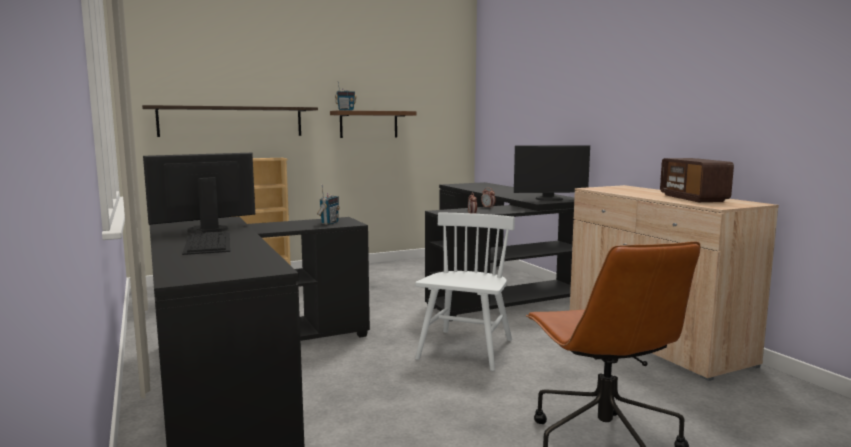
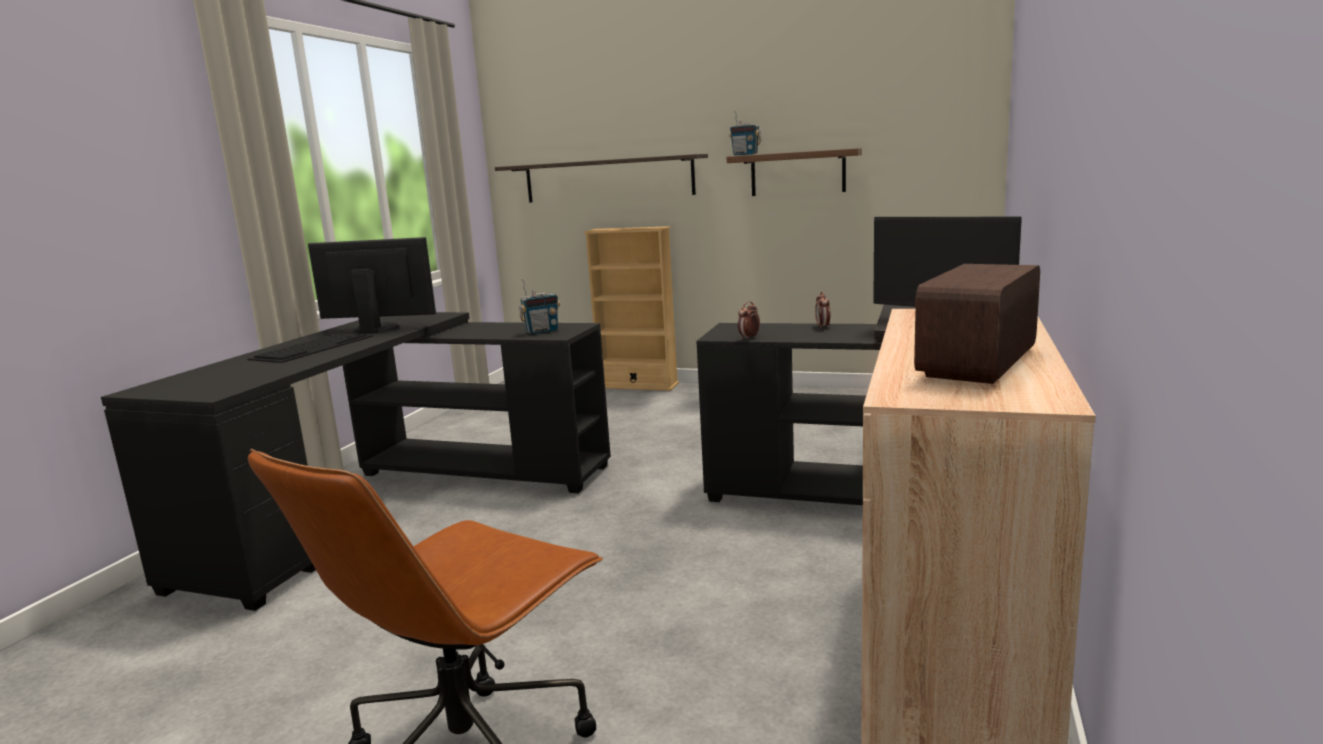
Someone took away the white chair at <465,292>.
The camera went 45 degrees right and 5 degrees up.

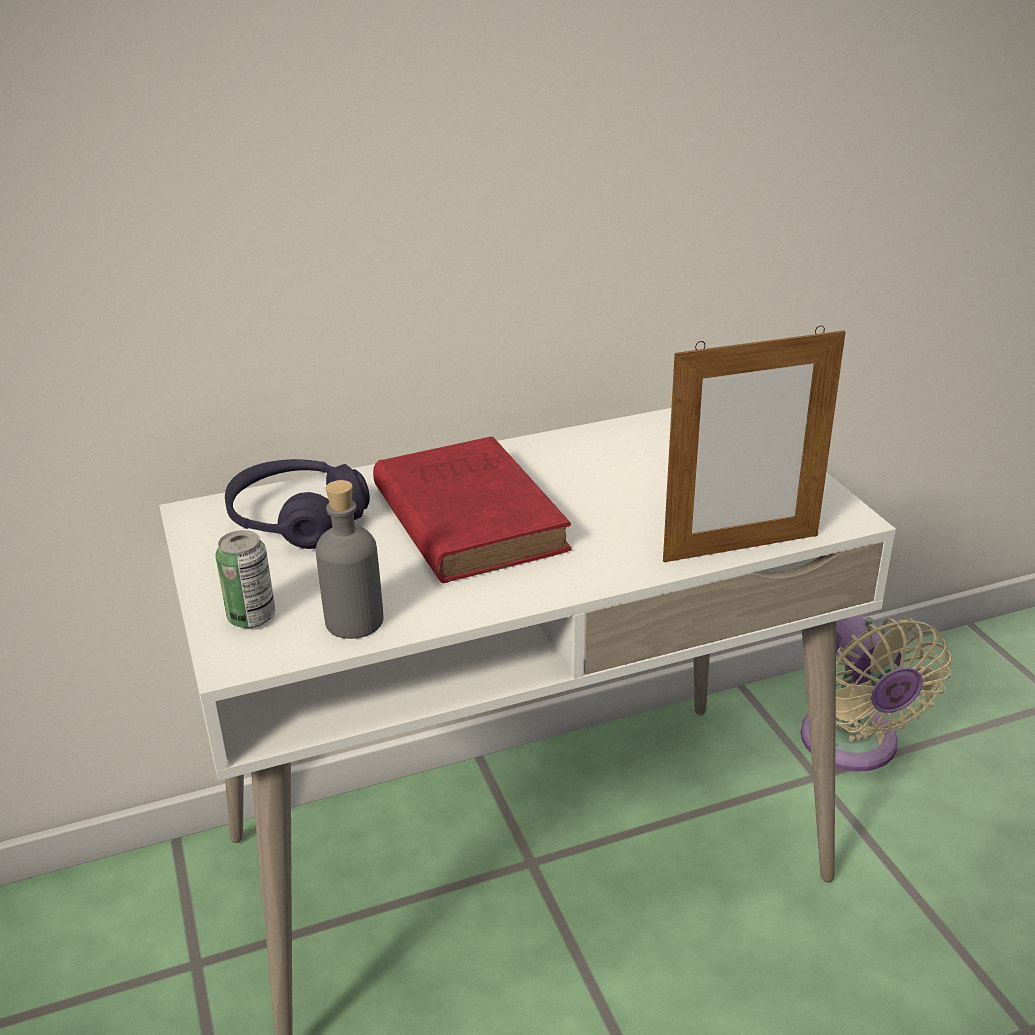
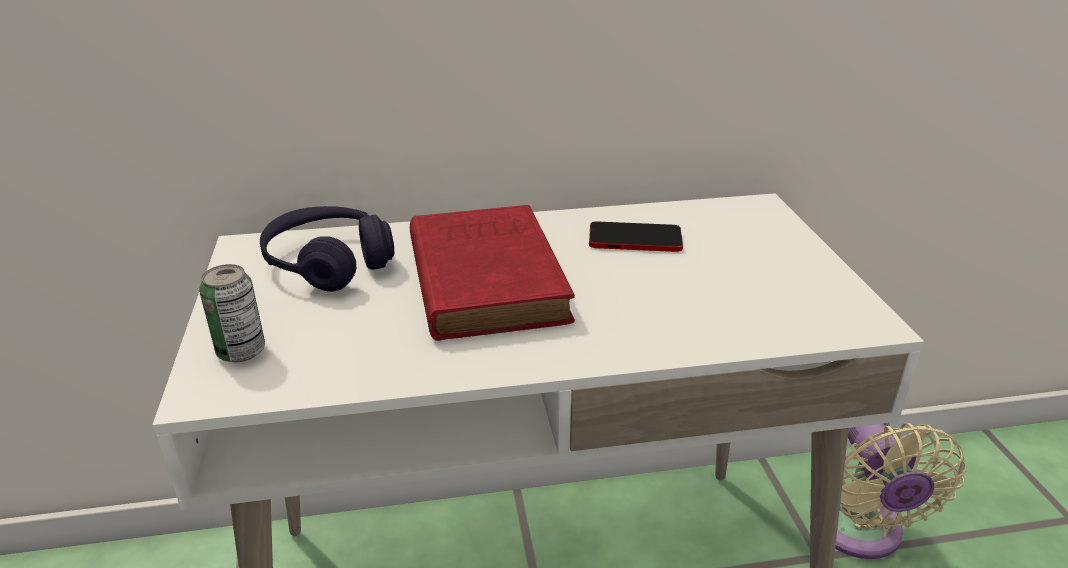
Someone took away the grey bottle at <350,559>.
Someone took away the picture frame at <754,443>.
Someone put down the phone at <636,237>.
The camera went 10 degrees right and 0 degrees up.

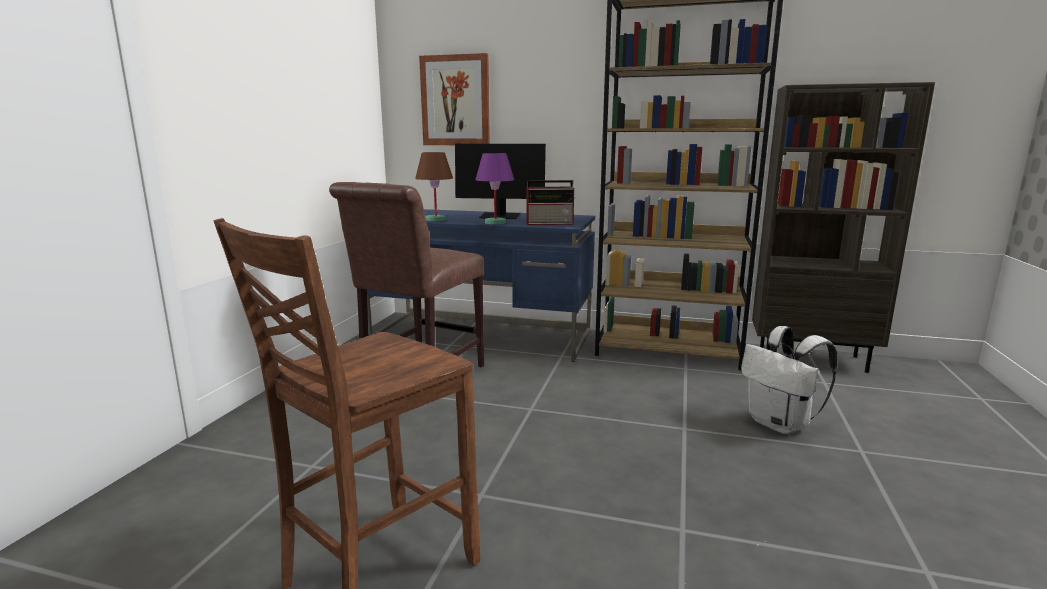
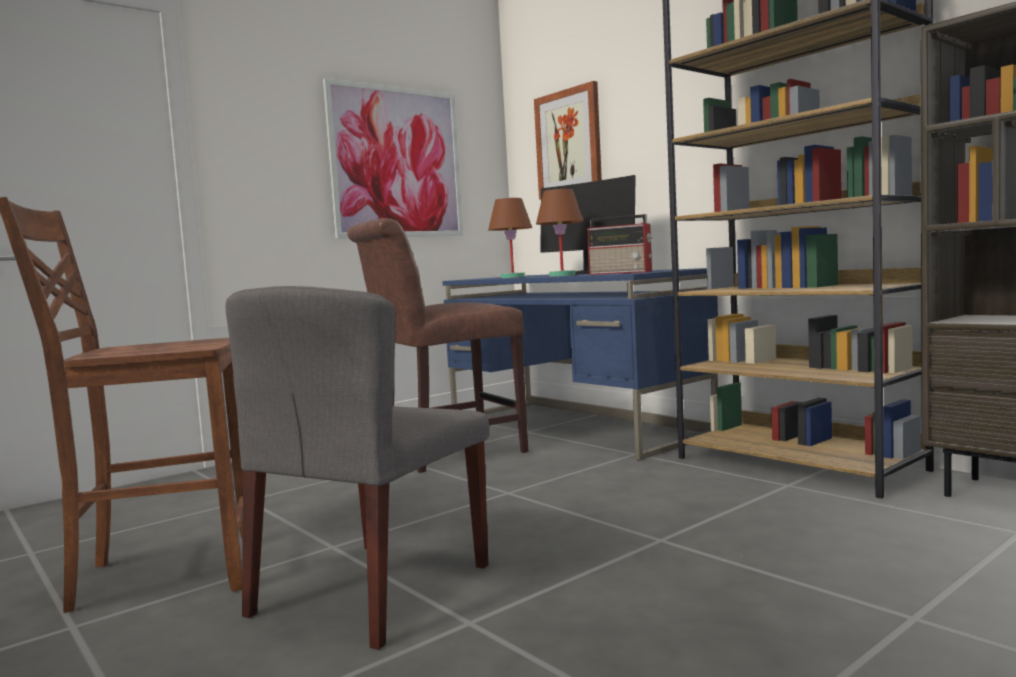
Someone took away the white backpack at <789,380>.
Someone put down the grey chair at <357,468>.
Someone put up the picture at <393,158>.
Someone repainted the purple table lamp at <494,188>, which became the brown table lamp at <560,232>.
The camera went 35 degrees right and 10 degrees down.

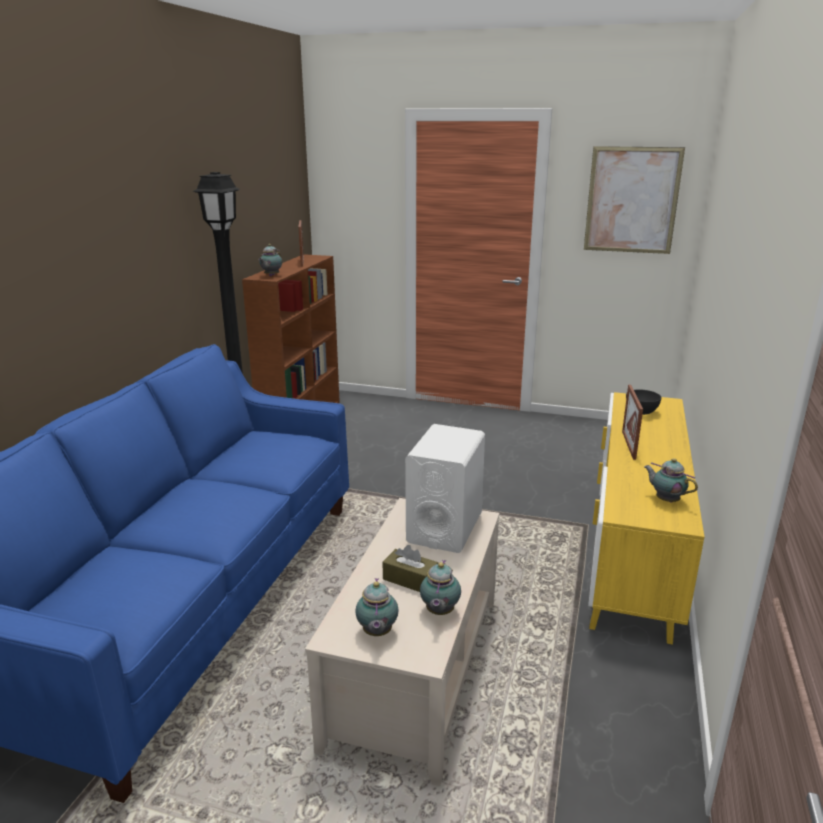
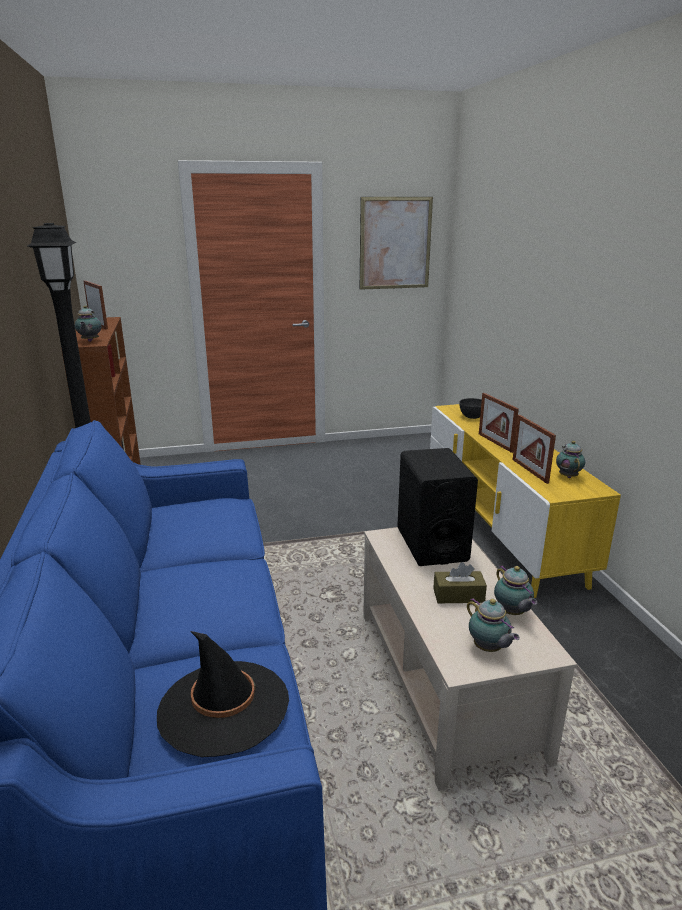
Someone put down the black hat at <223,694>.
Someone put down the picture frame at <534,449>.
Someone repainted the white speaker at <445,488>, which became the black speaker at <437,507>.
Someone rotated the teapot at <671,480> by 75 degrees clockwise.
The camera went 30 degrees left and 0 degrees up.

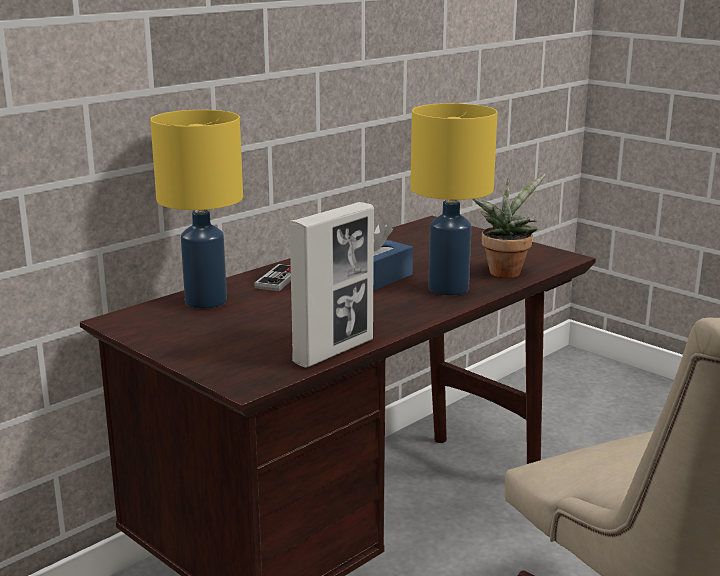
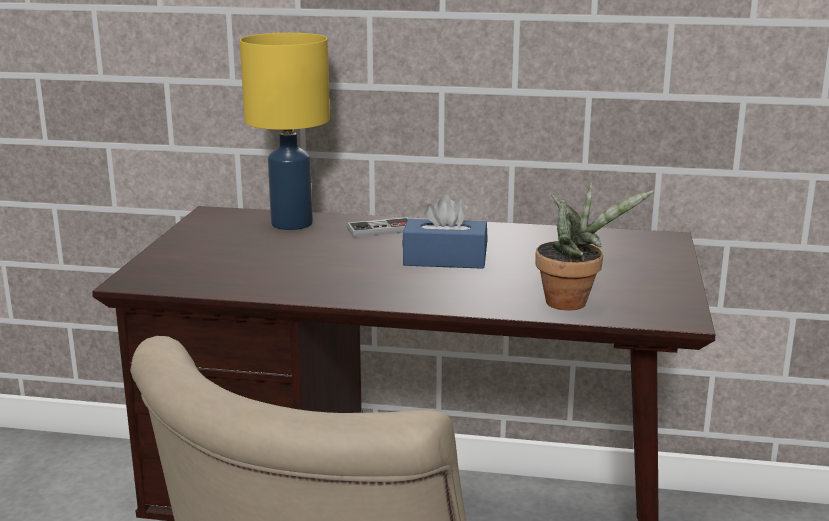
Someone took away the picture frame at <331,285>.
Someone took away the yellow table lamp at <453,199>.
The camera went 55 degrees right and 0 degrees up.

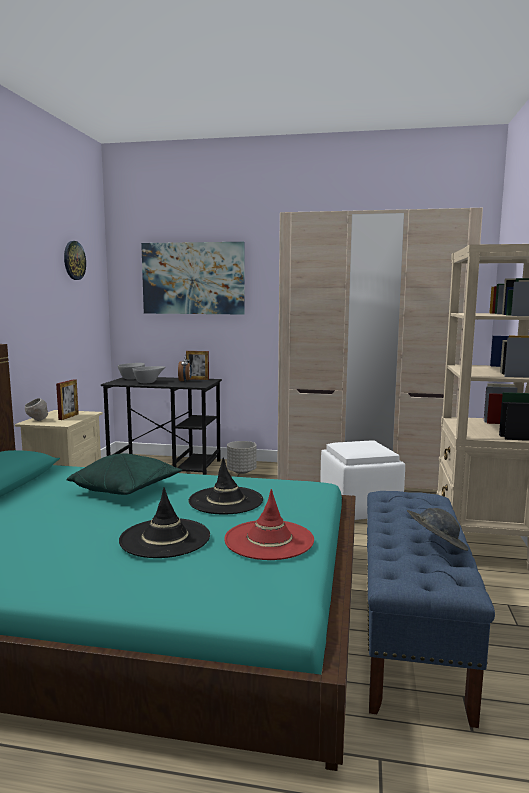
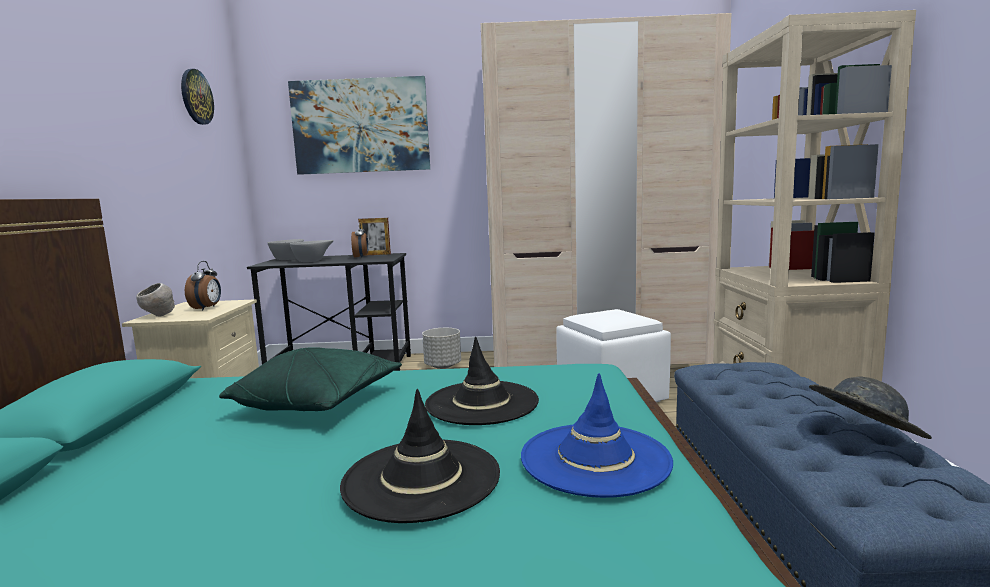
Someone swapped the picture frame at <67,399> for the alarm clock at <203,285>.
Someone repainted the red hat at <269,524>, which became the blue hat at <597,435>.
The camera went 10 degrees left and 0 degrees up.

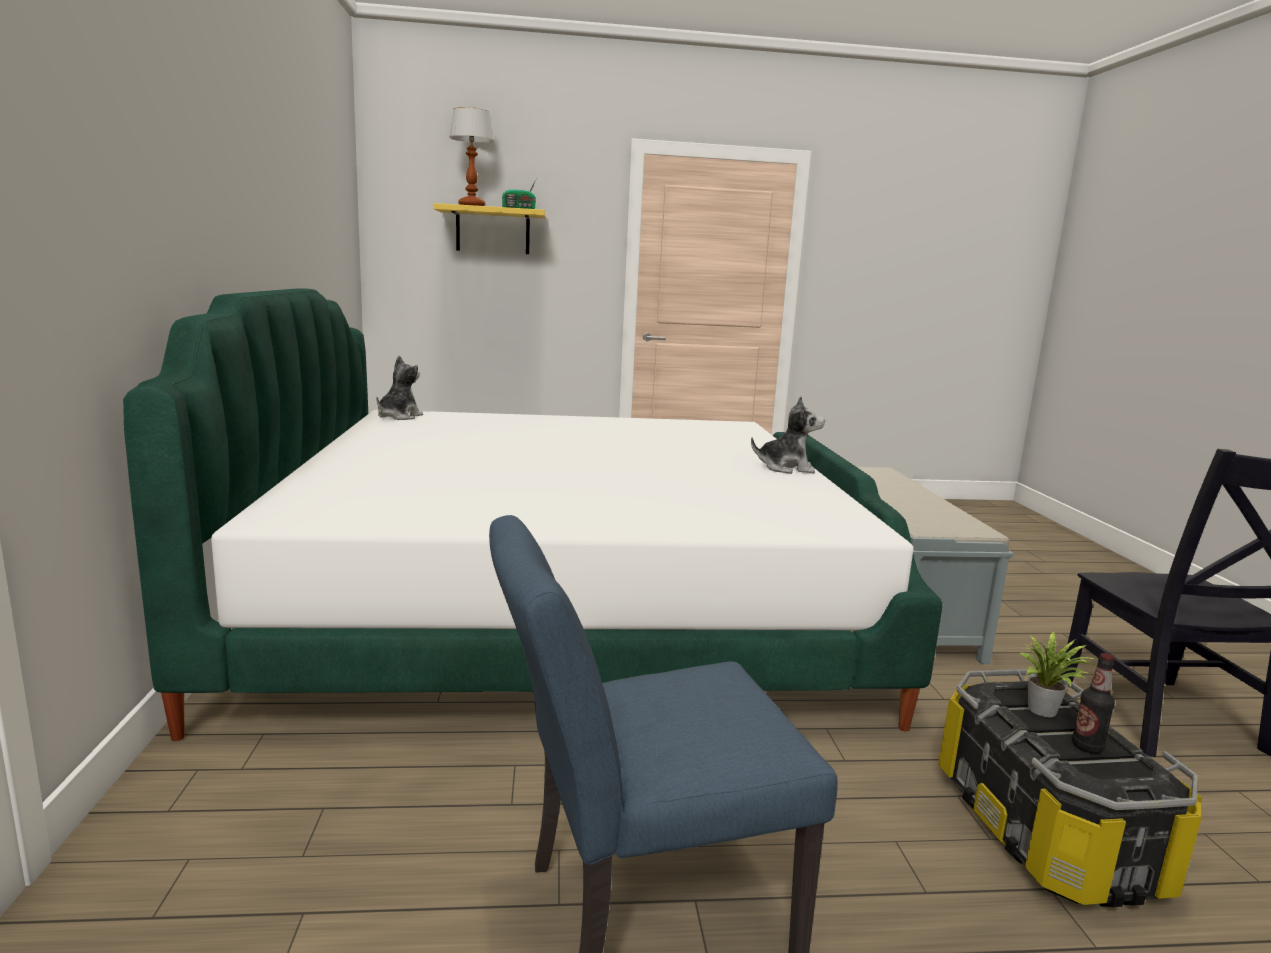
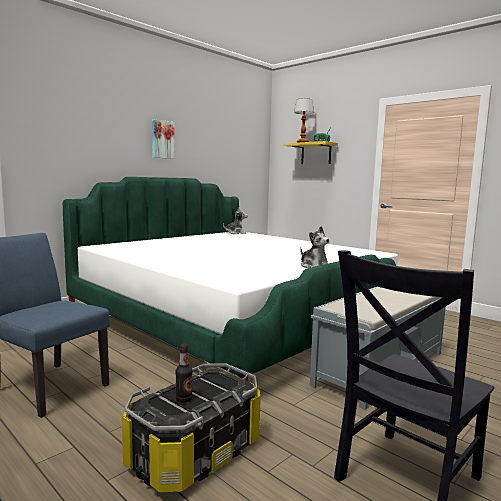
Someone took away the potted plant at <1057,674>.
Someone put up the picture at <163,139>.
The camera went 50 degrees right and 5 degrees down.

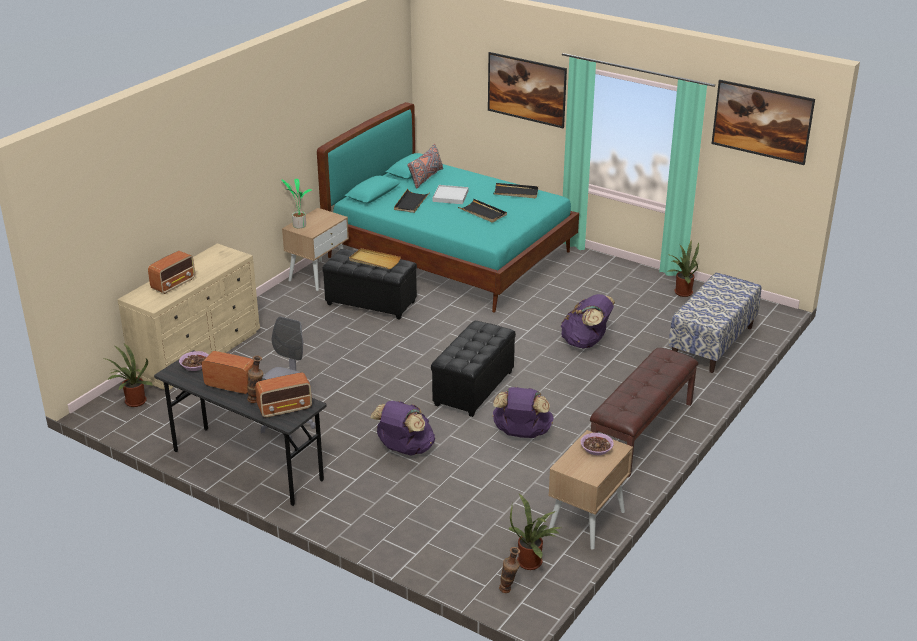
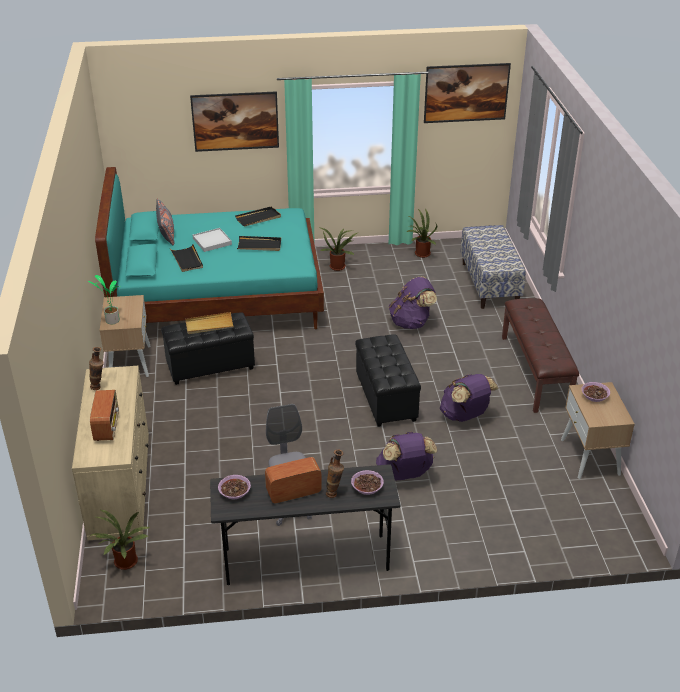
Someone carried the vase from <509,570> to <96,368>.
Someone carried the potted plant from <535,532> to <338,249>.
Someone swapped the radio at <283,395> for the bowl at <367,482>.
The camera went 40 degrees left and 5 degrees up.

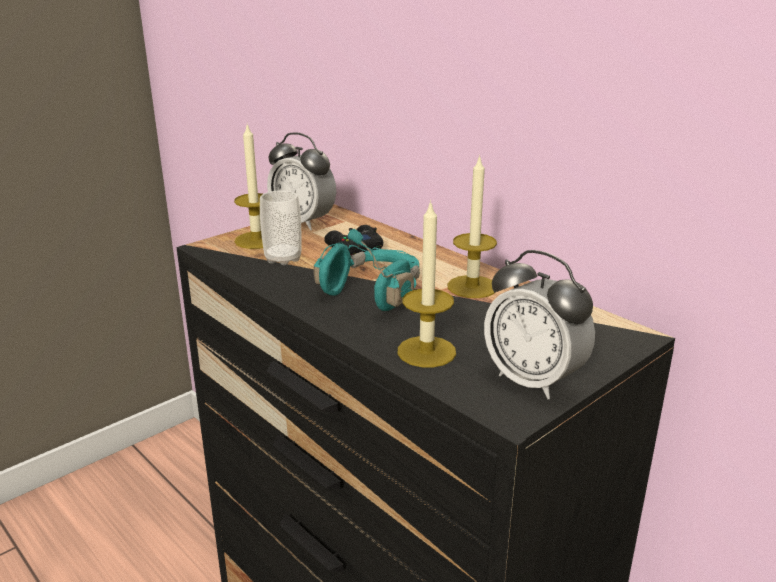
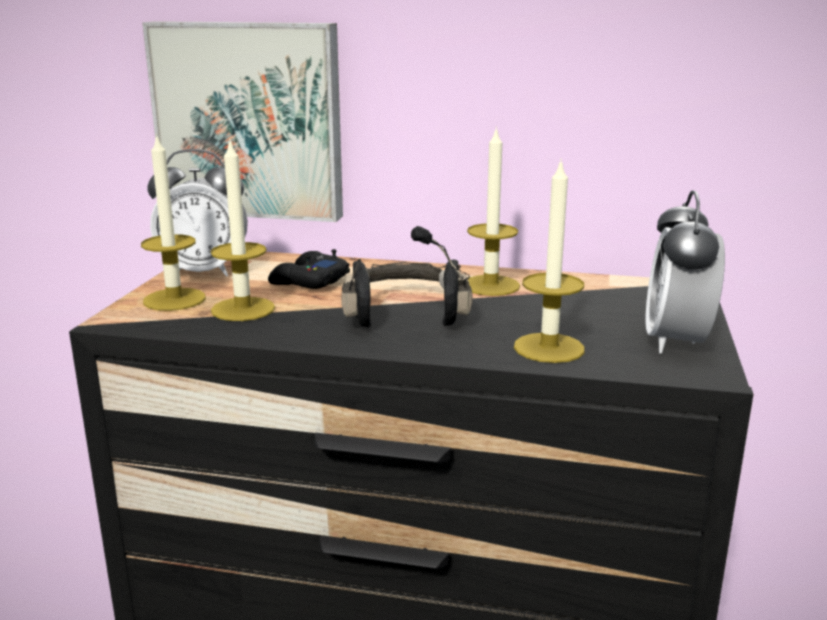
Someone put up the picture at <242,121>.
Someone swapped the cup at <281,227> for the candle at <242,231>.
Someone repainted the turquoise headphones at <367,270>, which became the black headphones at <407,276>.
Someone rotated the alarm clock at <539,324> by 90 degrees clockwise.
The camera went 35 degrees left and 5 degrees down.

